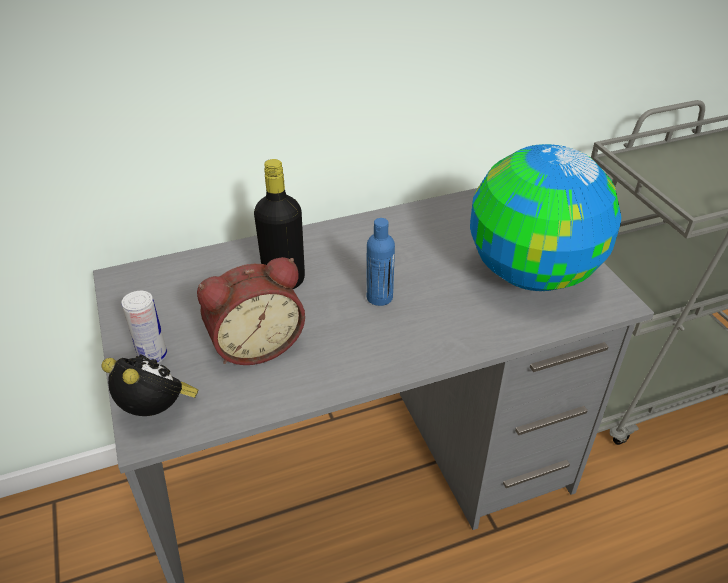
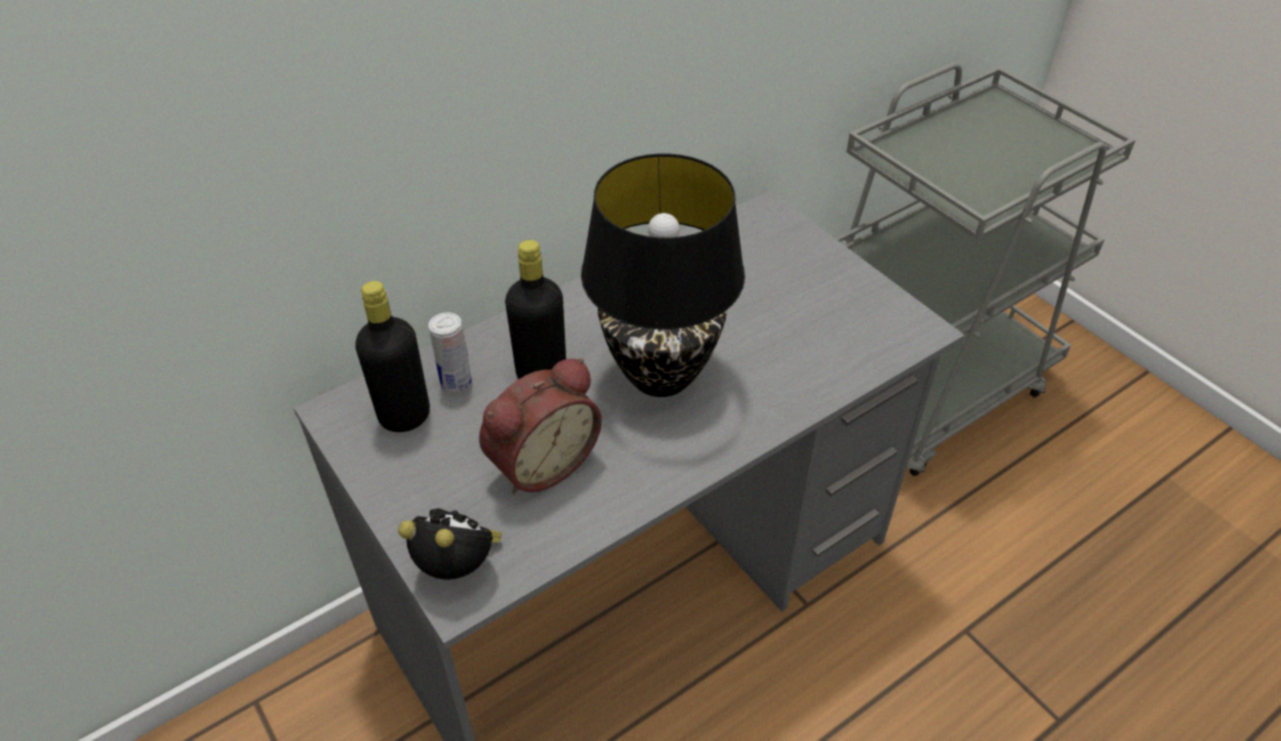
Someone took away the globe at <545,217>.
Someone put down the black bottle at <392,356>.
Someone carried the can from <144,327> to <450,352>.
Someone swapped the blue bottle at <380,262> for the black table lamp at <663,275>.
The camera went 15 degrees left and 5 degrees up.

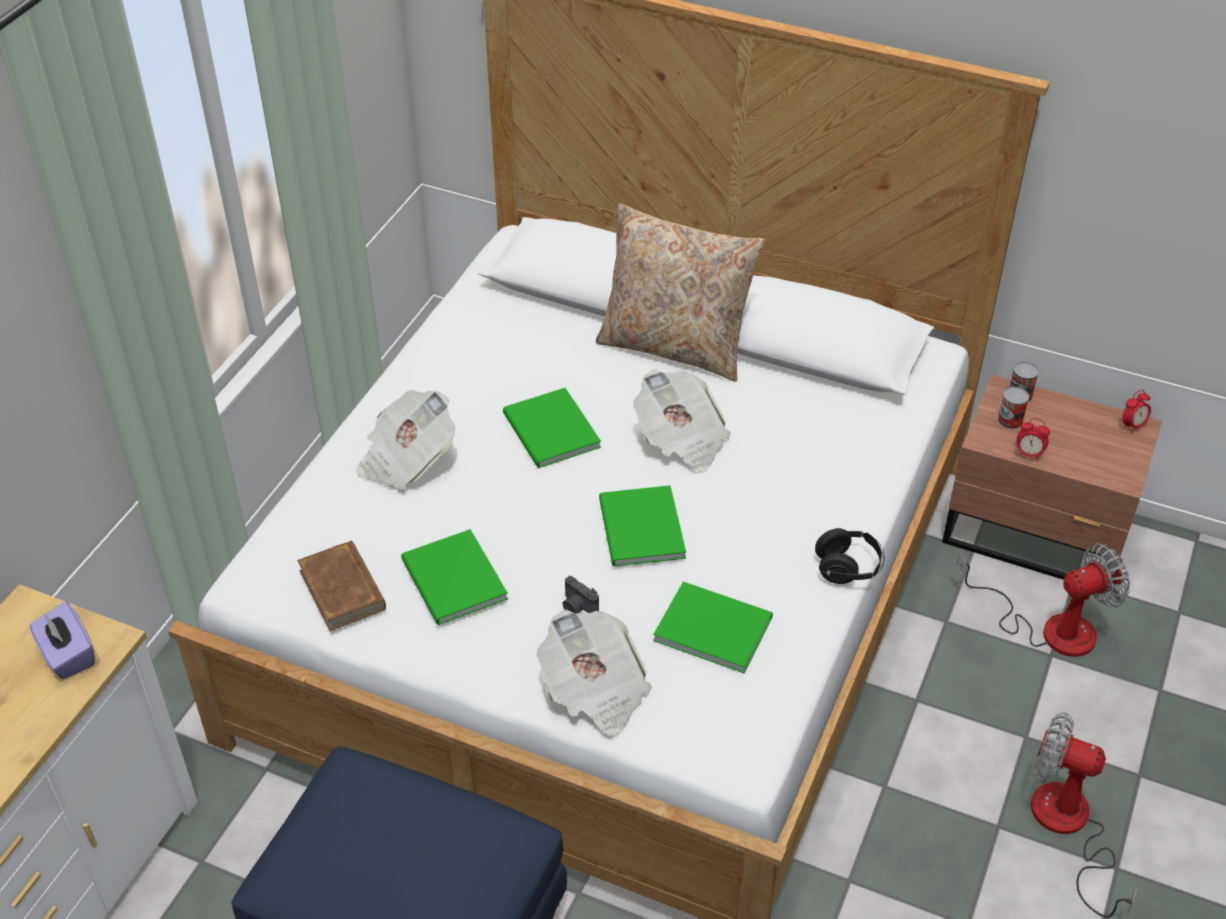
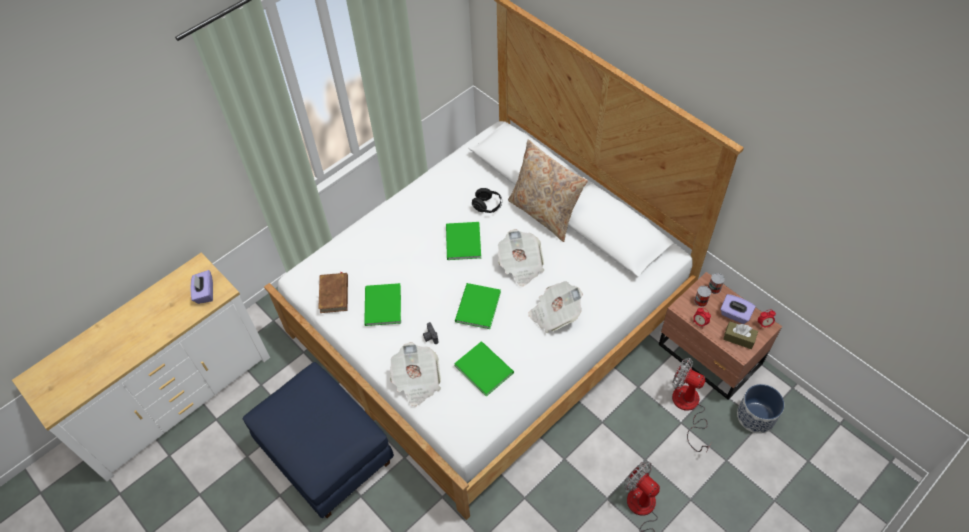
Someone put down the purple tissue box at <738,309>.
Someone put down the brown tissue box at <740,335>.
Someone put down the planter at <760,409>.
Someone carried the newspaper from <405,440> to <556,307>.
Someone carried the black headphones from <850,556> to <487,200>.
Someone rotated the fan at <1043,600> by 150 degrees counterclockwise.
The camera went 25 degrees right and 10 degrees up.

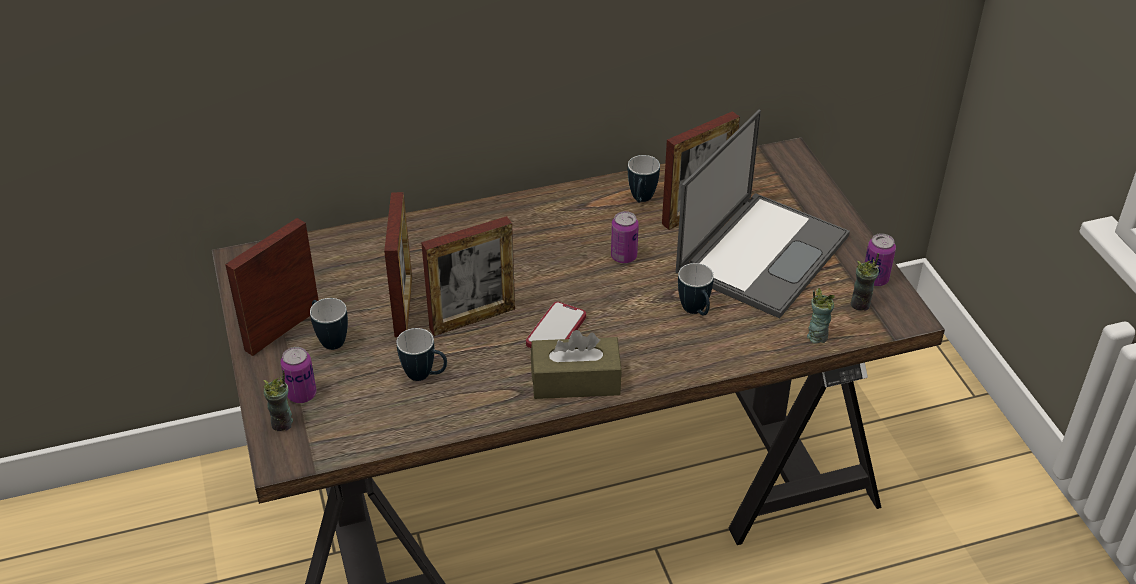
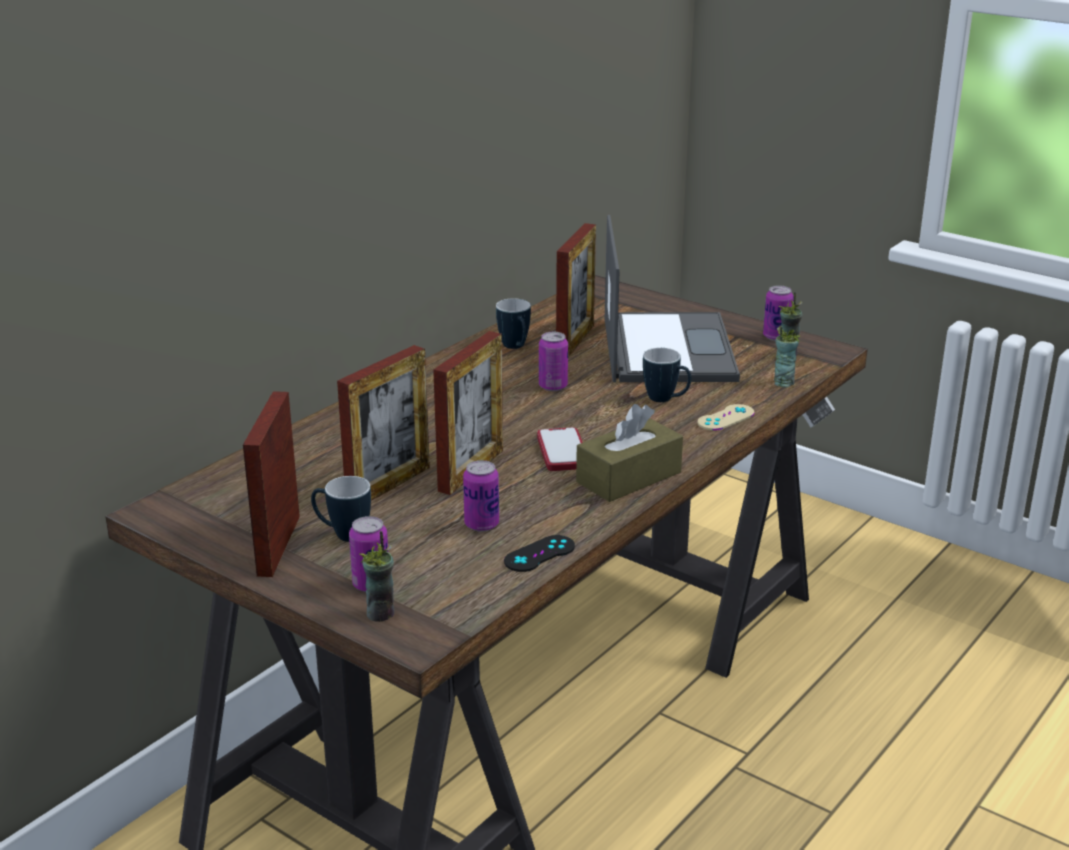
Someone put down the black game controller at <539,553>.
Someone put down the beige game controller at <726,417>.
Someone swapped the mug at <421,354> for the can at <481,496>.
Someone rotated the picture frame at <398,264> by 75 degrees clockwise.
The camera went 35 degrees left and 15 degrees down.

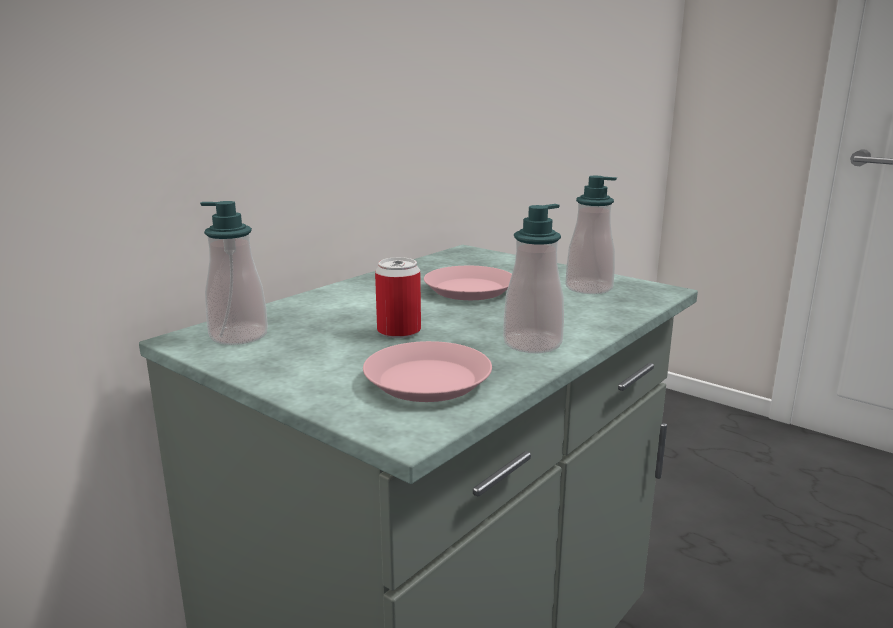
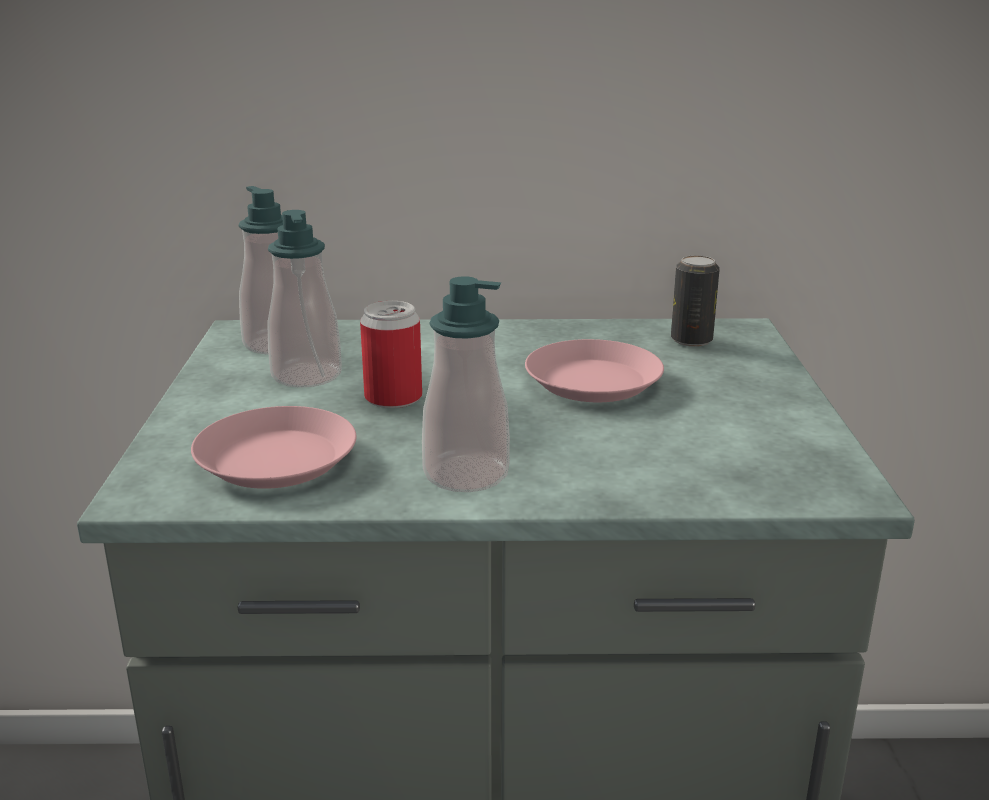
Someone put down the can at <695,301>.
Someone carried the soap dispenser from <591,235> to <304,299>.
The camera went 50 degrees right and 5 degrees up.

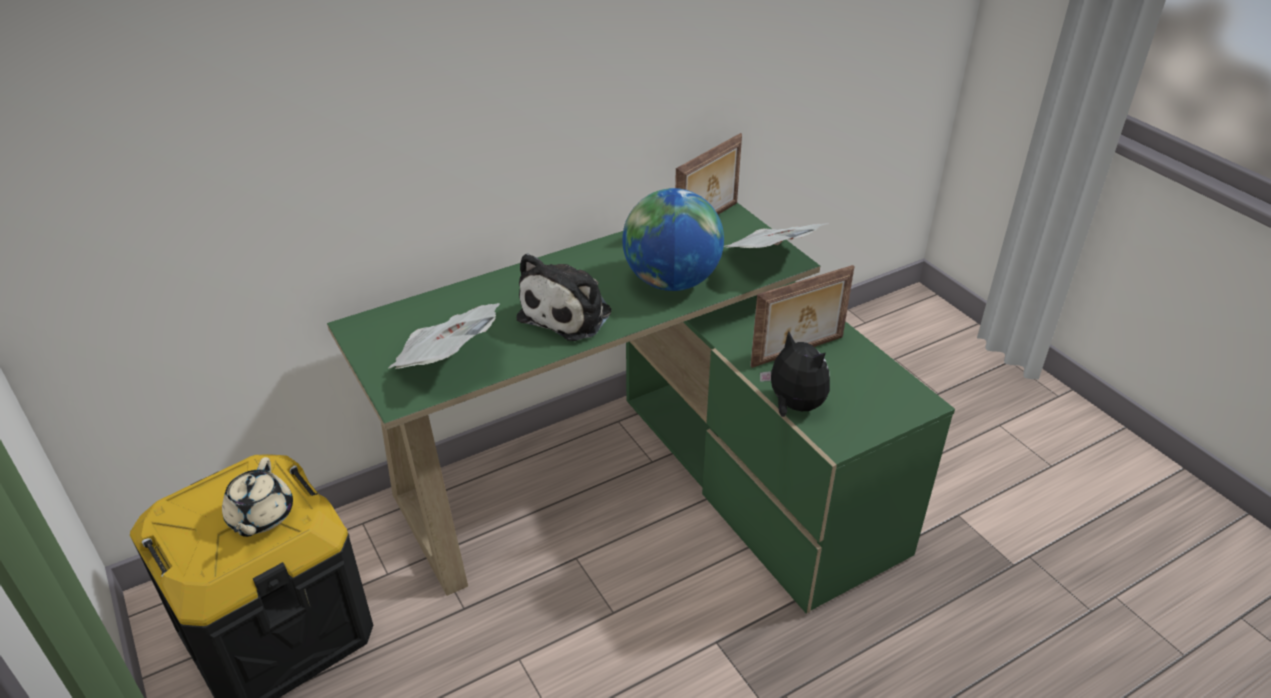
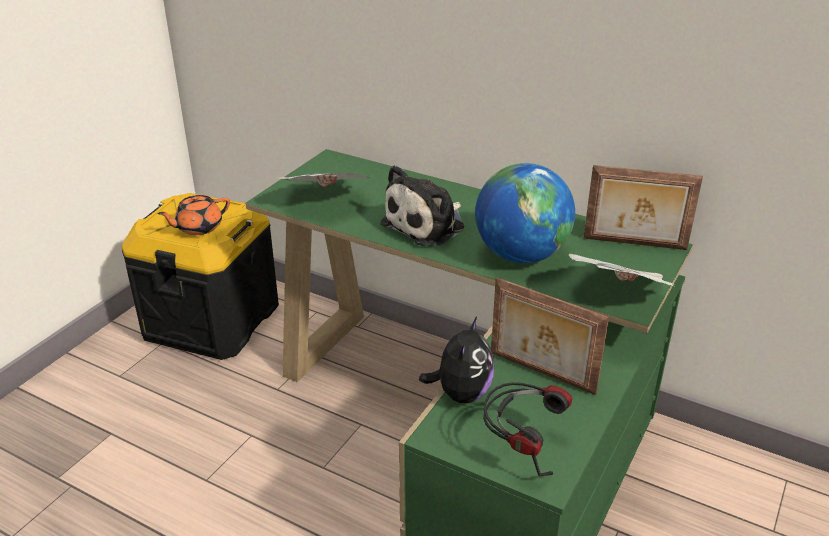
Someone put down the headphones at <527,429>.
Someone repainted the beige teapot at <257,497>, which became the orange teapot at <193,215>.
Someone rotated the plush toy at <564,297> by 45 degrees counterclockwise.
The camera went 60 degrees right and 5 degrees down.

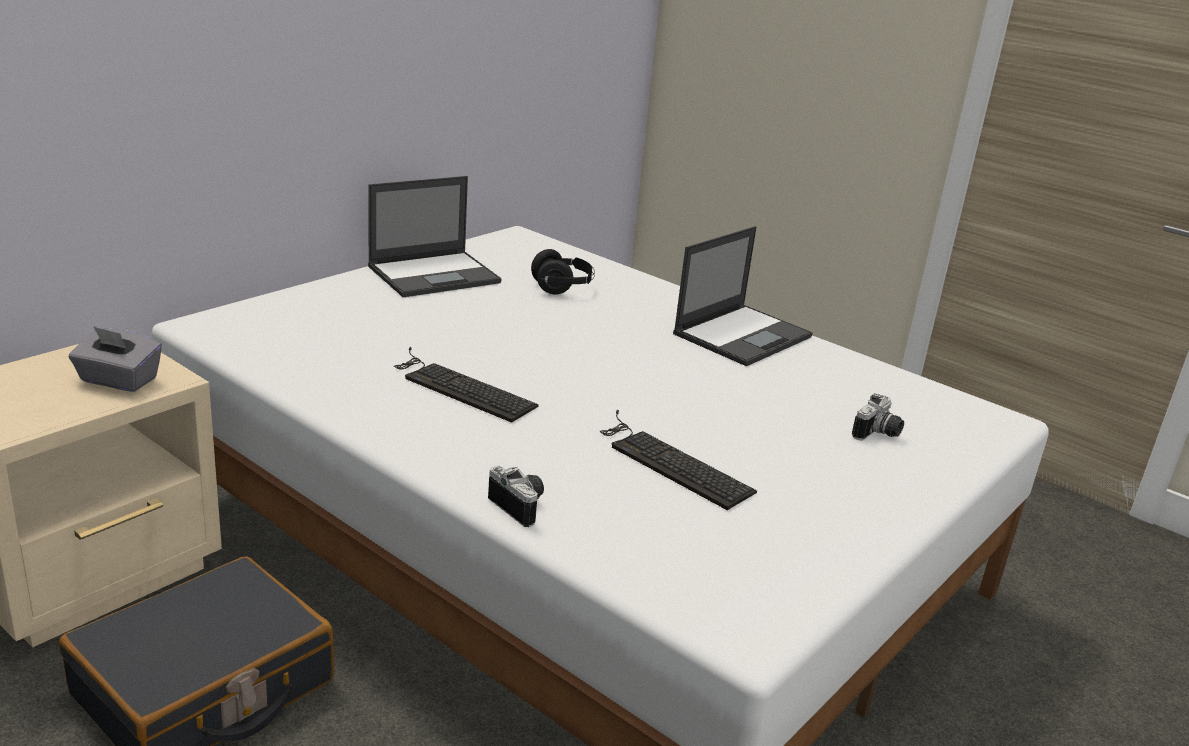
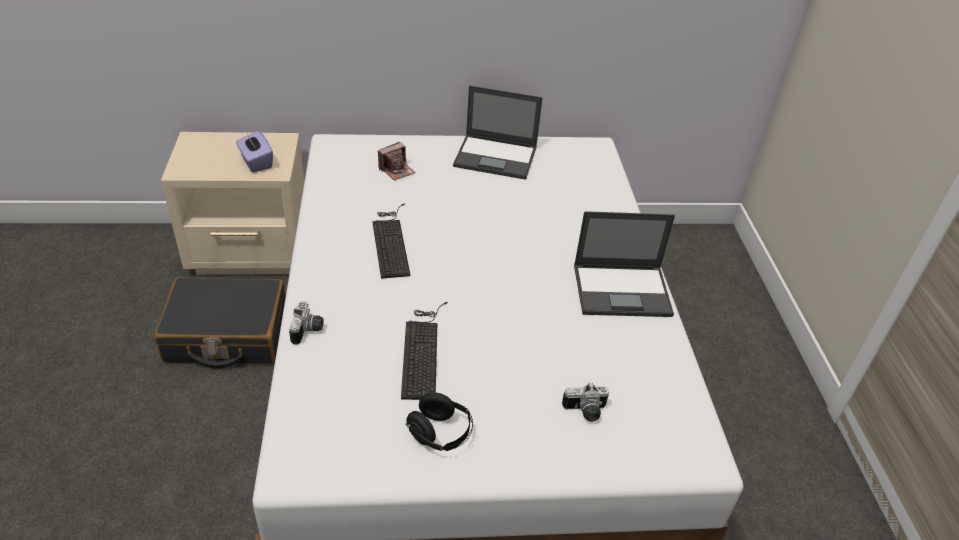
Someone put down the photo camera at <397,161>.
Someone carried the black headphones from <563,271> to <439,421>.
Someone repainted the grey tissue box at <115,359>, which became the purple tissue box at <254,151>.
The camera went 45 degrees right and 15 degrees up.

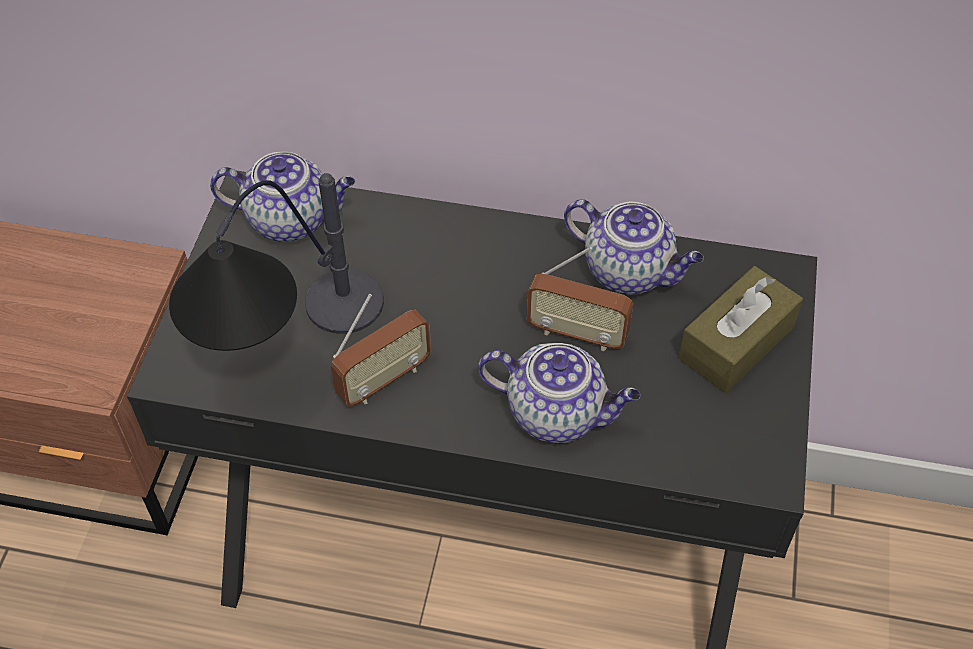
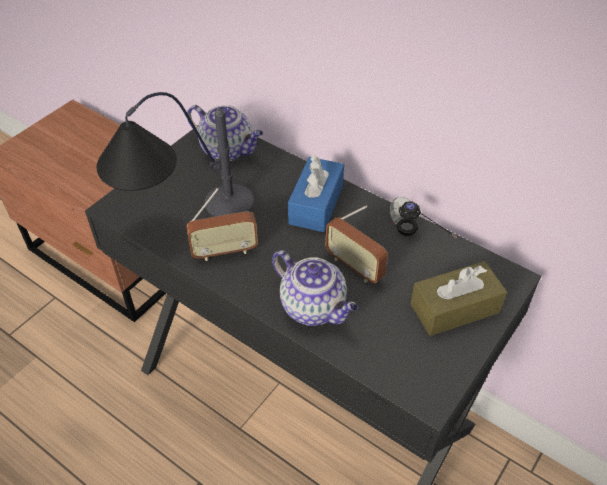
Someone put down the blue tissue box at <316,193>.
Someone swapped the teapot at <634,247> for the headphones at <423,217>.
The camera went 25 degrees right and 5 degrees down.

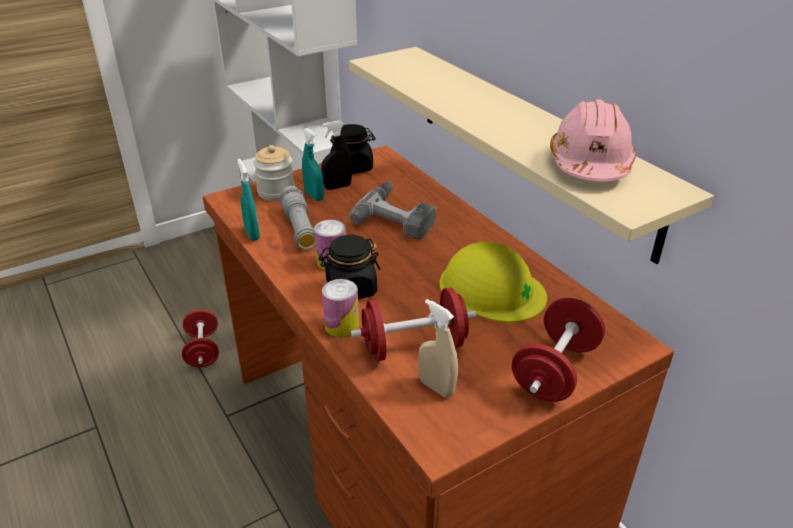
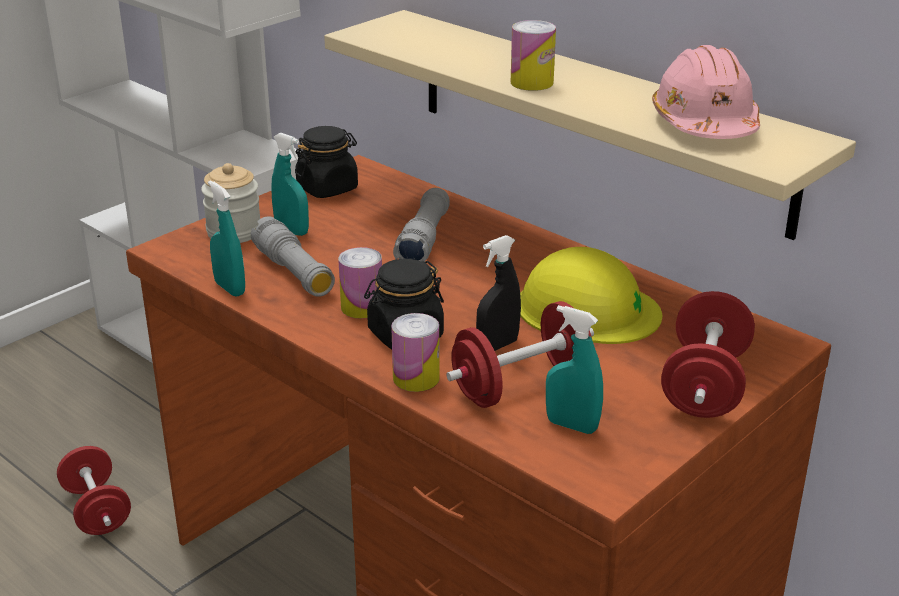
Someone put down the can at <533,55>.
Someone carried the black spray bottle from <336,155> to <498,293>.
Someone swapped the power drill at <392,211> for the grey flashlight at <421,225>.
Someone repainted the beige spray bottle at <438,348>, which became the turquoise spray bottle at <574,369>.
The camera went 15 degrees left and 5 degrees down.

